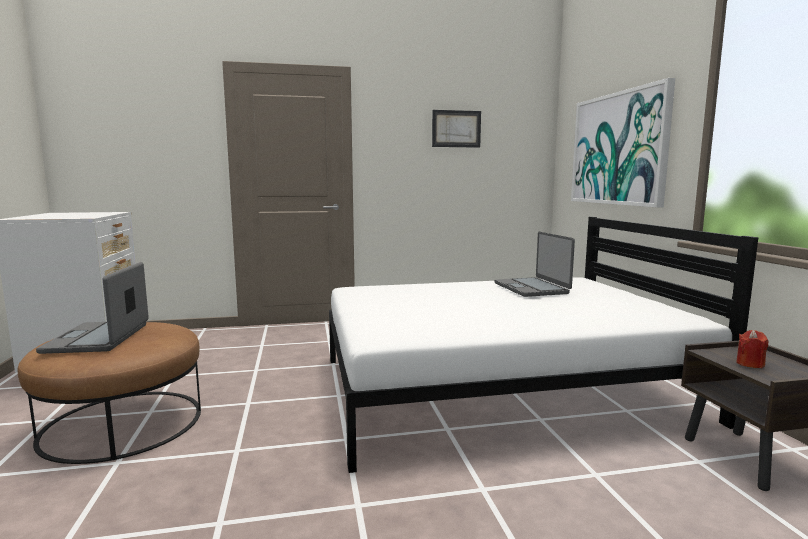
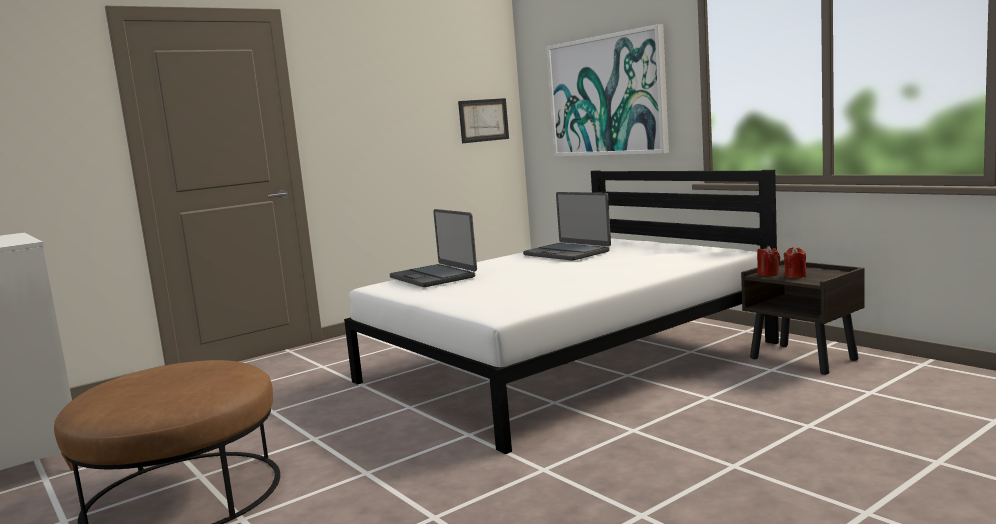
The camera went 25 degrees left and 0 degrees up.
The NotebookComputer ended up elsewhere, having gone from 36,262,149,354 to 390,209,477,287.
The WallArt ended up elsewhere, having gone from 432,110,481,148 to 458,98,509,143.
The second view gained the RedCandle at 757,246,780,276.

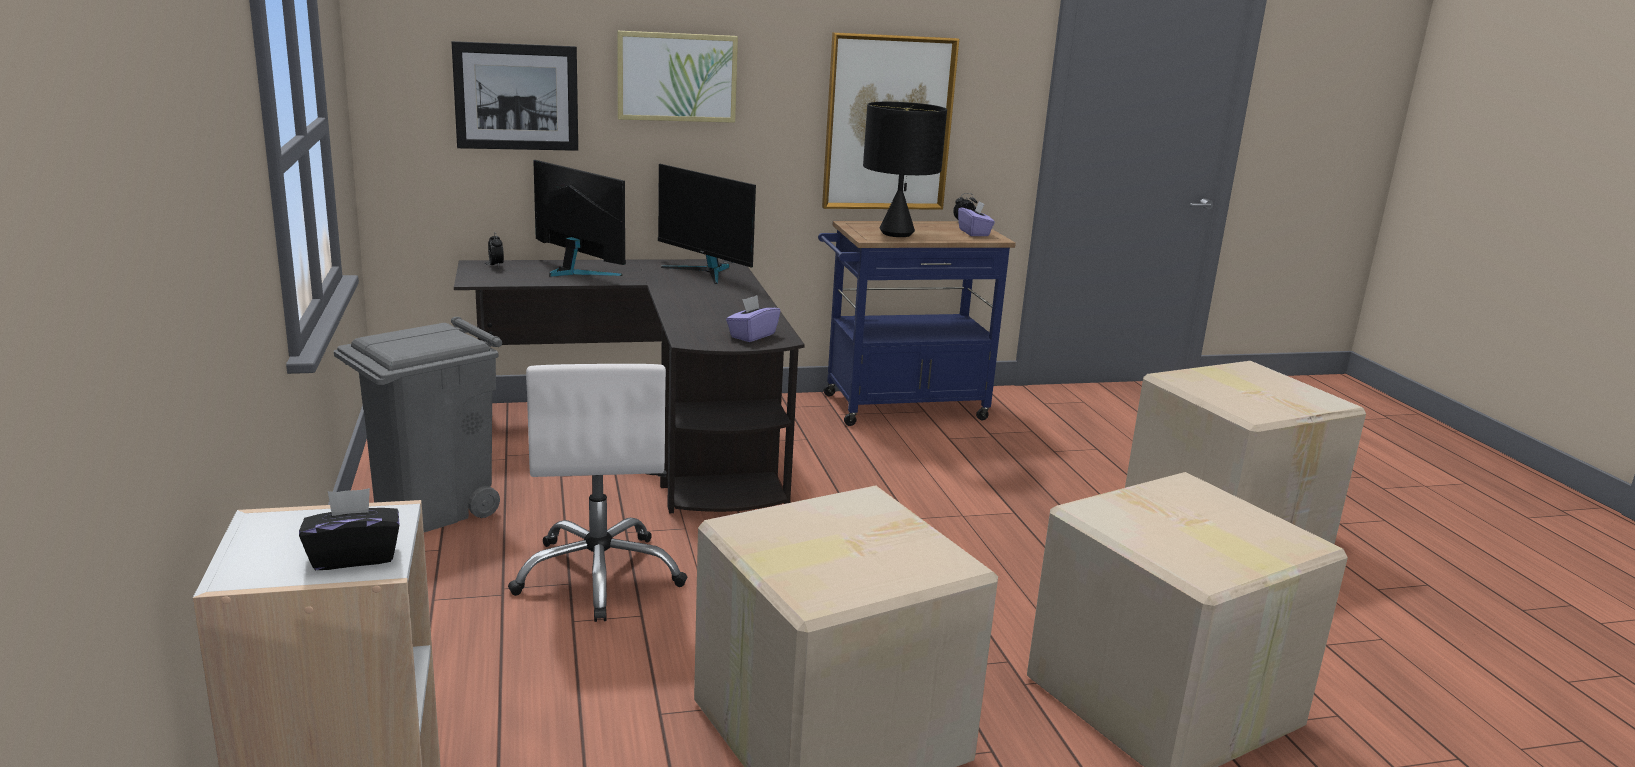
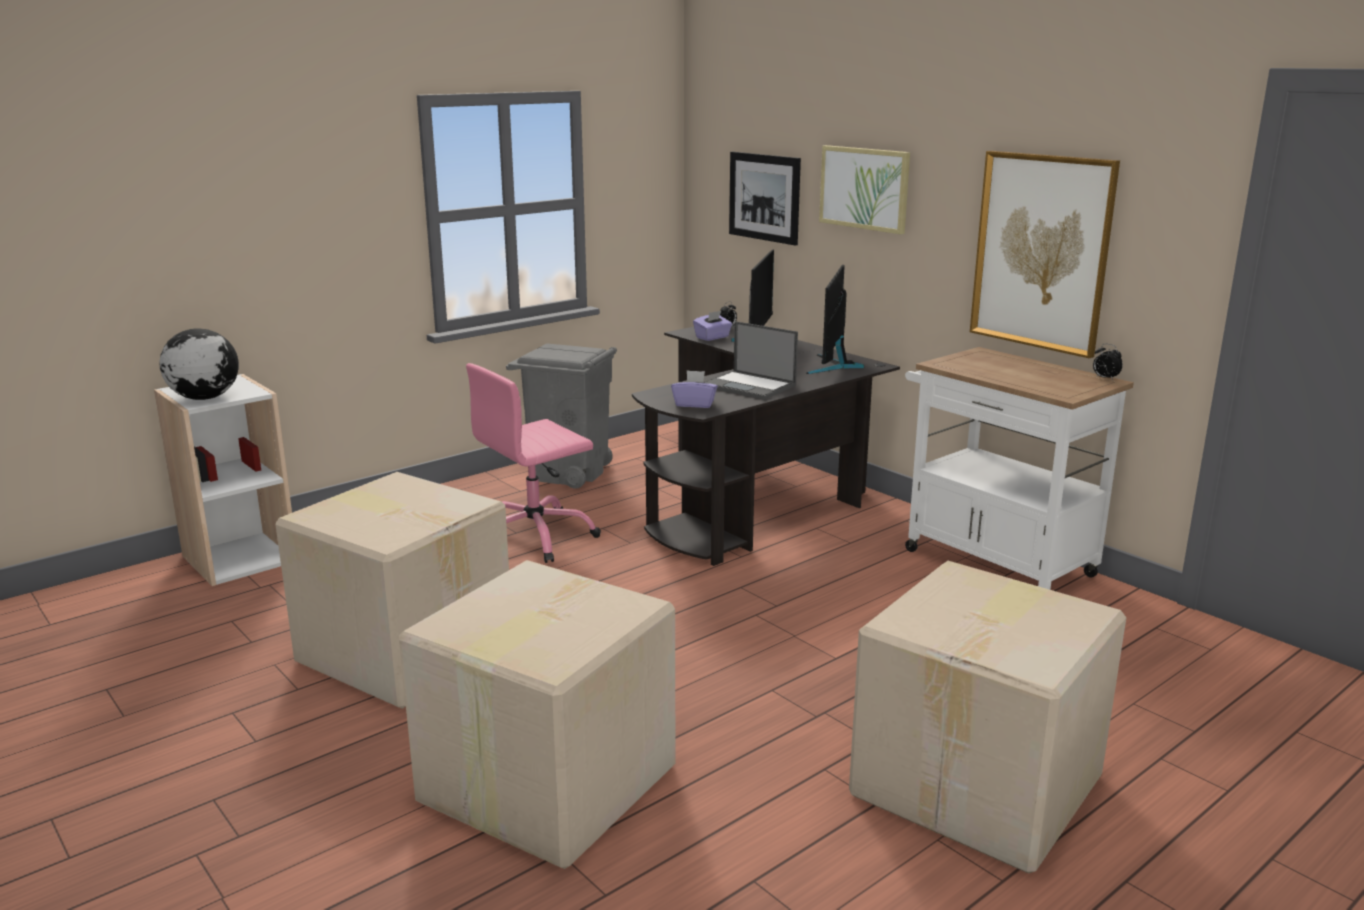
The camera went 65 degrees right and 0 degrees up.
Where the BlackColouredTissueBox stood at 299,488,399,570, the DeskGlobe came to stand at 159,328,239,400.
What was the WhitishComputerChair at 508,364,687,622 turned into the PinkComputerChair at 466,363,601,563.
The PurplishTissueBox ended up elsewhere, having gone from 958,201,995,236 to 693,311,732,341.
The second view gained the NotebookComputer at 703,321,798,400.
What was the BluishTrolley at 818,221,1016,426 turned into the WhitishTrolley at 905,347,1134,590.
The second view lost the BlackColouredTableLamp at 863,102,947,237.

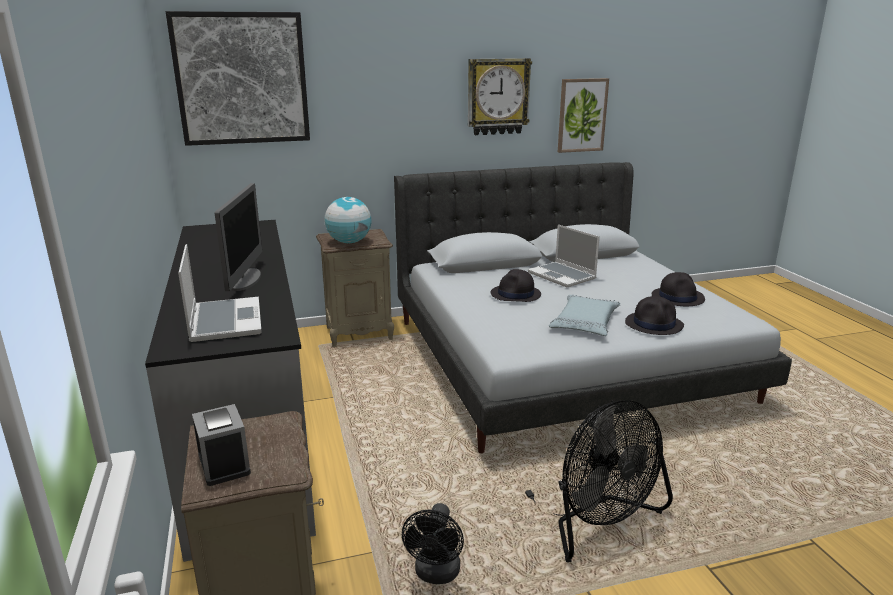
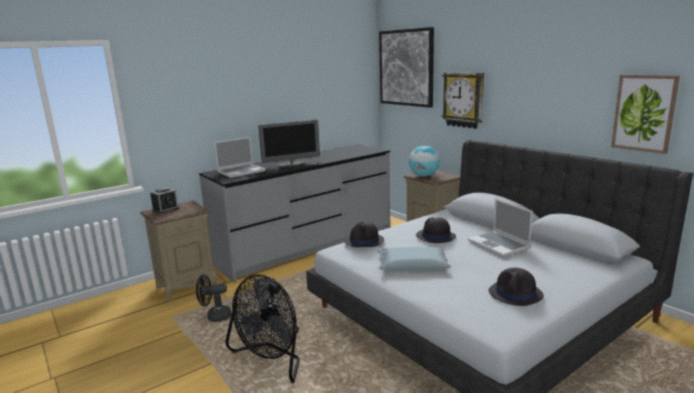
The camera went 70 degrees right and 5 degrees down.
The BlackColouredHat ended up elsewhere, having gone from 625,296,684,335 to 344,221,384,247.
The WallClock ended up elsewhere, having gone from 468,58,532,135 to 442,73,484,129.
The NotebookComputer at 528,224,600,287 ended up facing another way, 60 degrees counterclockwise from before.

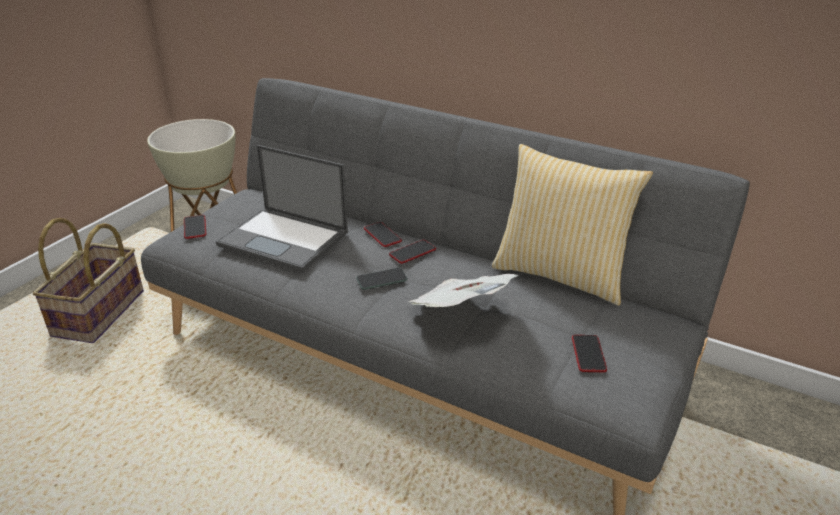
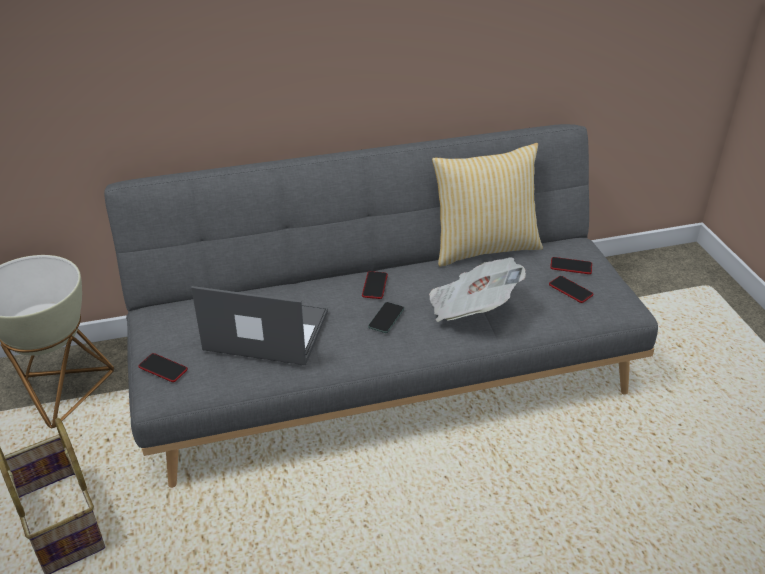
The camera went 45 degrees left and 5 degrees up.
The NotebookComputer at 216,145,348,272 ended up facing another way, 150 degrees counterclockwise from before.
The Phone ended up elsewhere, having gone from 364,222,402,247 to 550,257,592,274.

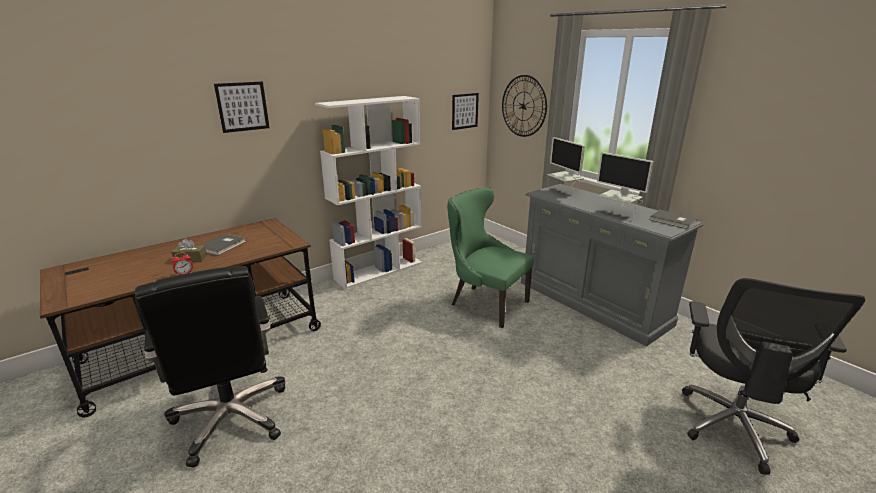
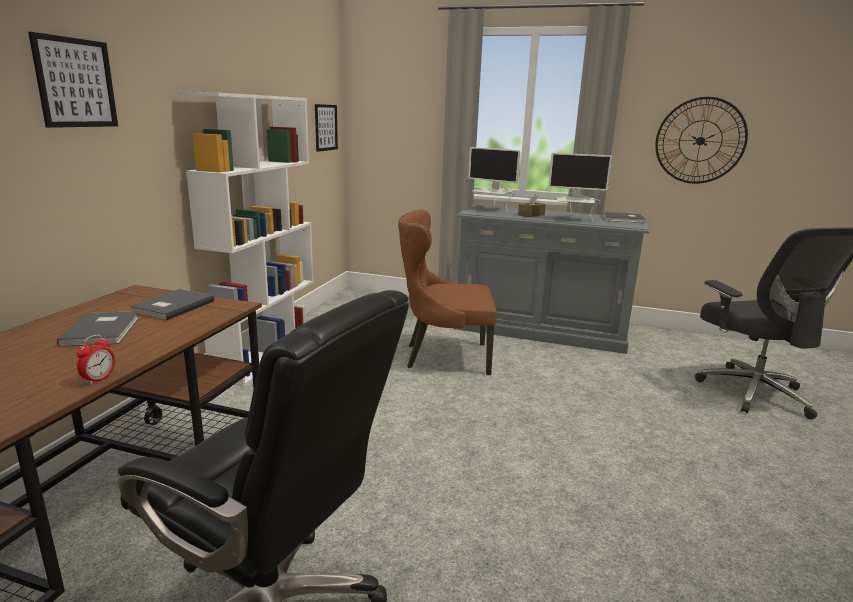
The camera went 35 degrees left and 5 degrees down.
The second view gained the GrayVolume at 130,289,214,321.
What was the GreenChair at 447,188,534,328 turned into the BrownishChair at 398,210,497,375.
The BrownishTissueBox ended up elsewhere, having gone from 171,238,207,262 to 518,193,546,217.
The WallClock ended up elsewhere, having gone from 502,75,547,137 to 655,97,748,184.

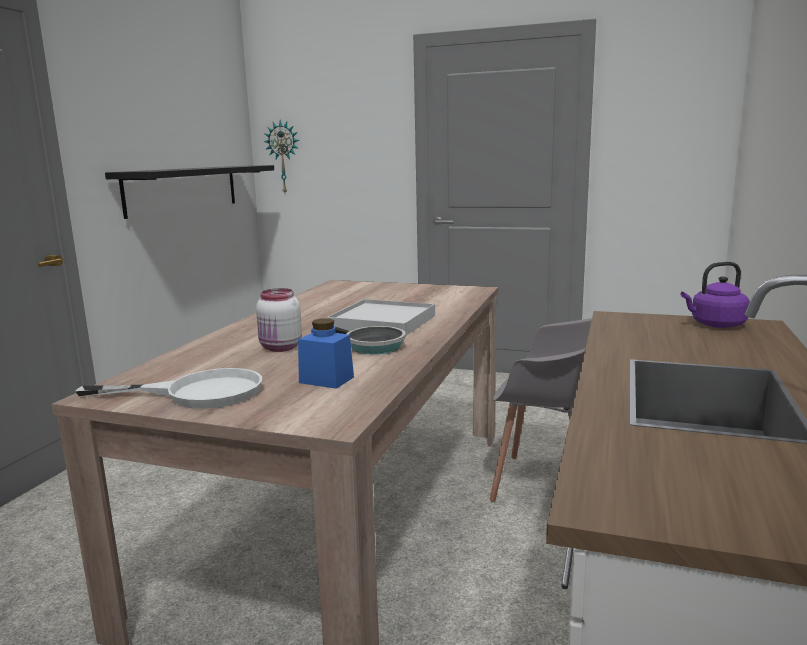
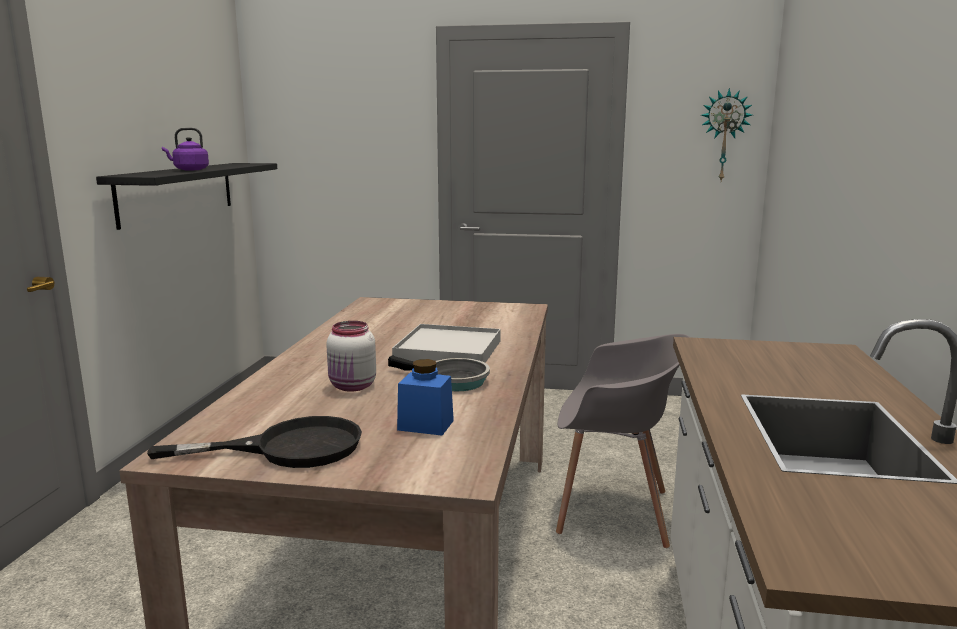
The camera went 10 degrees left and 0 degrees up.
What was the WhitishPan at 75,368,262,409 turned into the BlackColouredPan at 147,416,362,468.
The PurplishTeaKettle ended up elsewhere, having gone from 681,262,750,328 to 162,128,209,170.
The WallClock ended up elsewhere, having gone from 264,120,300,193 to 701,88,752,181.

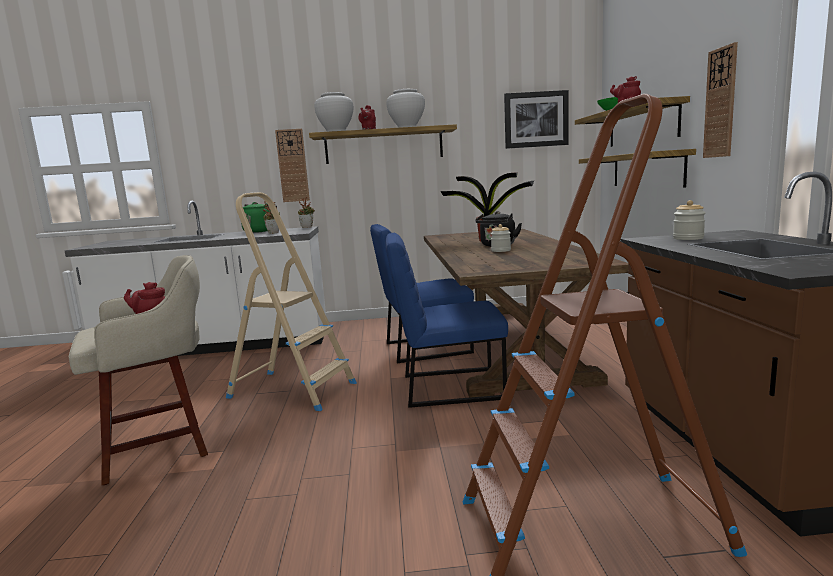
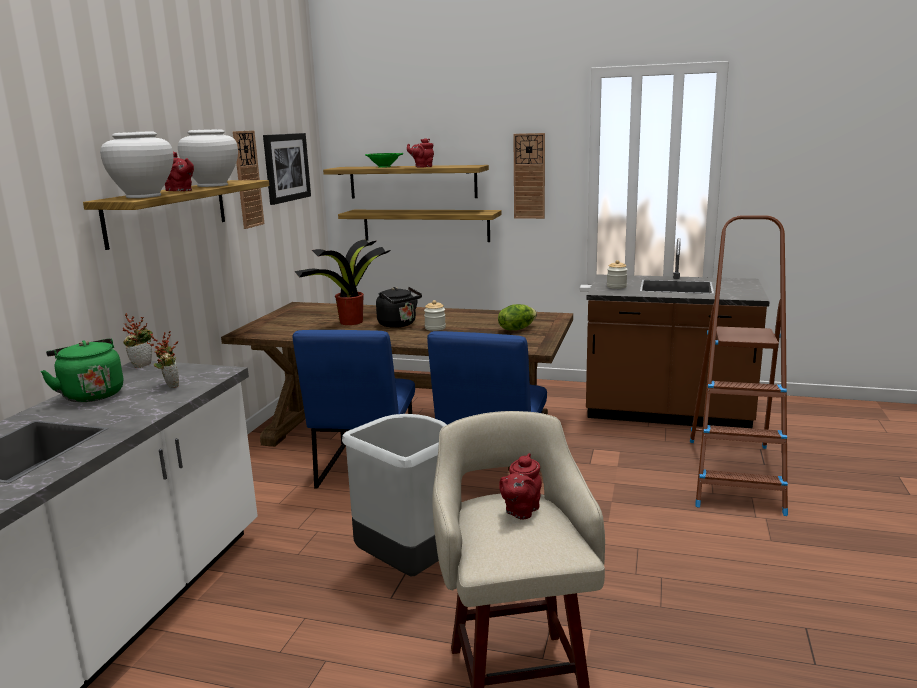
The camera went 70 degrees left and 5 degrees up.
The WallClock ended up elsewhere, having gone from 275,129,310,202 to 233,131,264,229.
Where the BeigeStepladder stood at 226,192,357,411, the GrayRubbishBin came to stand at 342,414,447,576.
The second view gained the HeadOfLettuce at 498,304,537,330.

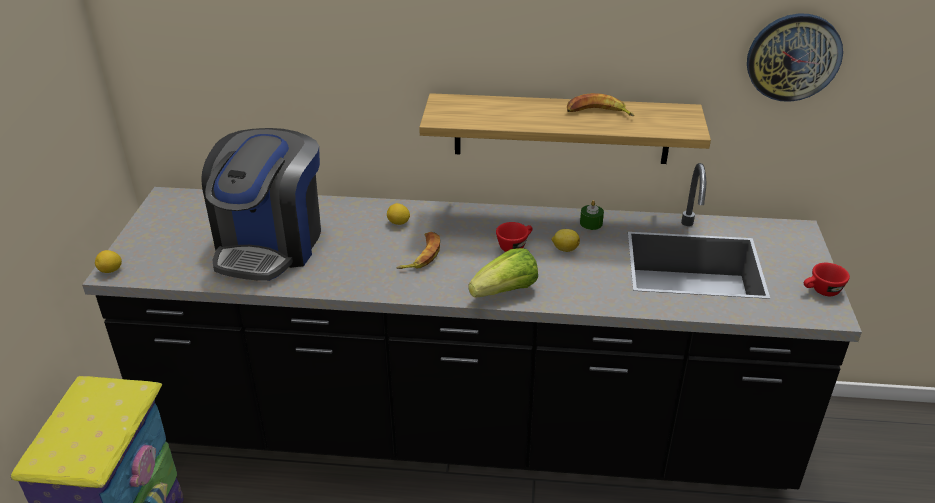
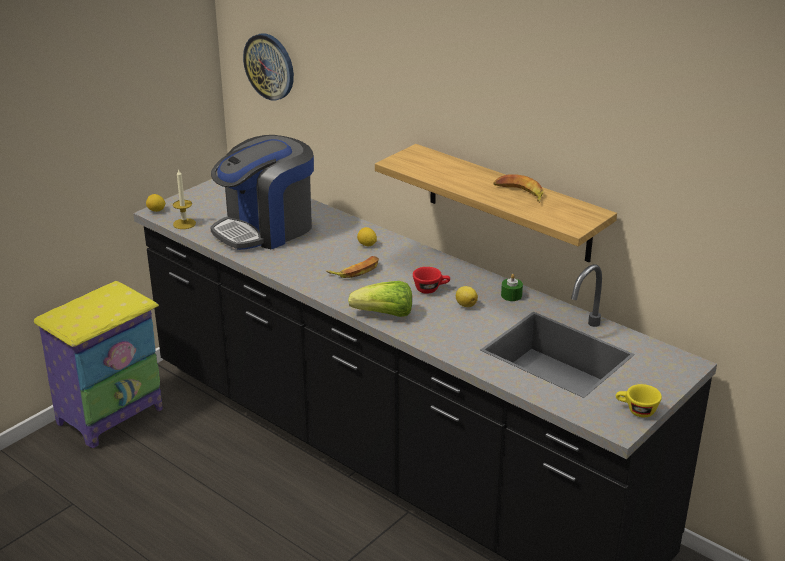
The camera went 35 degrees right and 5 degrees down.
The second view gained the Candle at 173,168,196,229.
The WallClock ended up elsewhere, having gone from 747,13,843,102 to 243,33,294,101.
What was the RedSmallCup at 804,263,850,296 turned into the YellowSmallCup at 616,384,662,417.

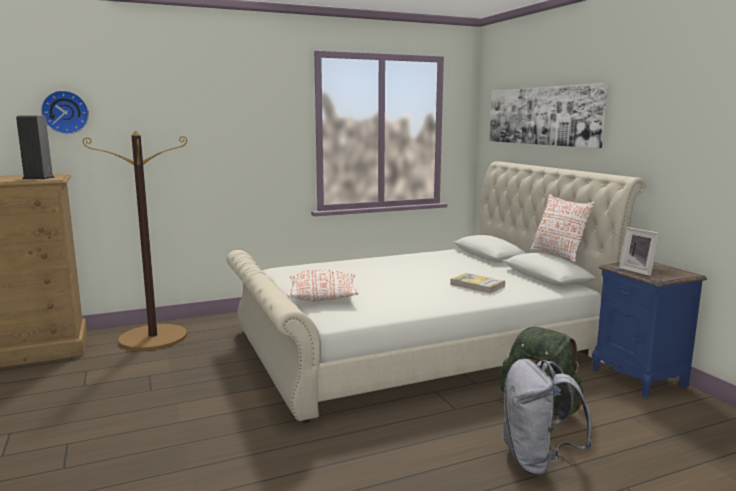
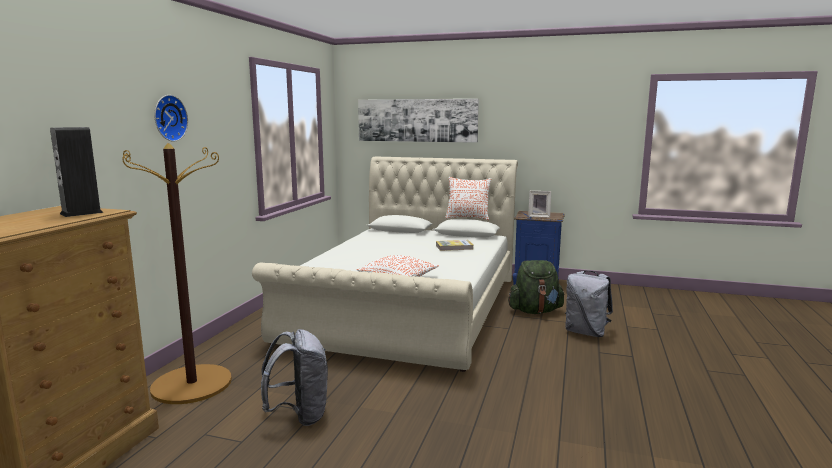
The camera went 50 degrees left and 0 degrees up.
The WallClock ended up elsewhere, having gone from 41,90,89,134 to 154,95,188,142.
The second view gained the GrayBackpack at 261,329,328,426.

